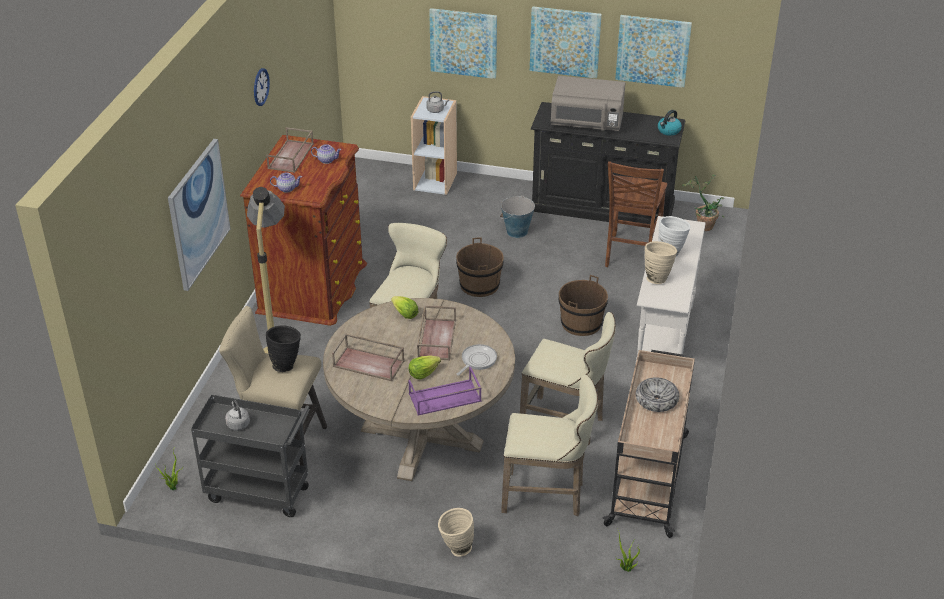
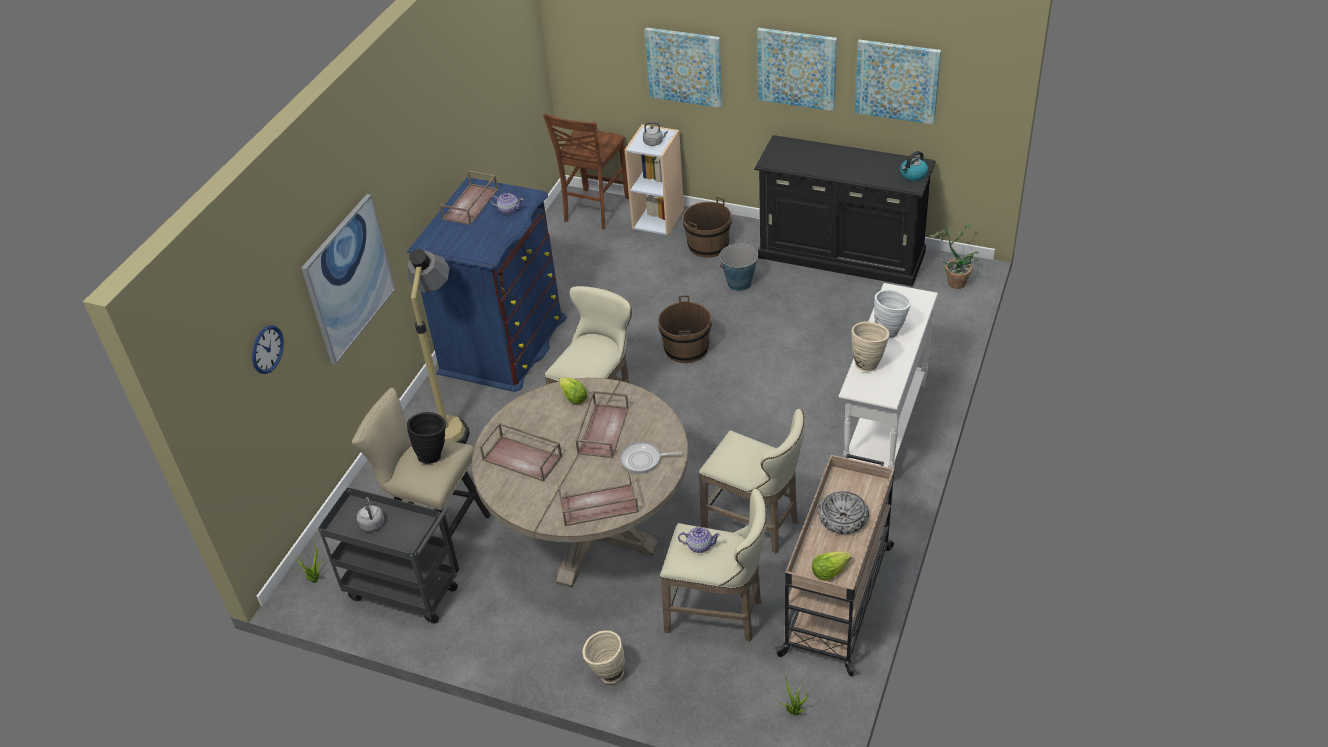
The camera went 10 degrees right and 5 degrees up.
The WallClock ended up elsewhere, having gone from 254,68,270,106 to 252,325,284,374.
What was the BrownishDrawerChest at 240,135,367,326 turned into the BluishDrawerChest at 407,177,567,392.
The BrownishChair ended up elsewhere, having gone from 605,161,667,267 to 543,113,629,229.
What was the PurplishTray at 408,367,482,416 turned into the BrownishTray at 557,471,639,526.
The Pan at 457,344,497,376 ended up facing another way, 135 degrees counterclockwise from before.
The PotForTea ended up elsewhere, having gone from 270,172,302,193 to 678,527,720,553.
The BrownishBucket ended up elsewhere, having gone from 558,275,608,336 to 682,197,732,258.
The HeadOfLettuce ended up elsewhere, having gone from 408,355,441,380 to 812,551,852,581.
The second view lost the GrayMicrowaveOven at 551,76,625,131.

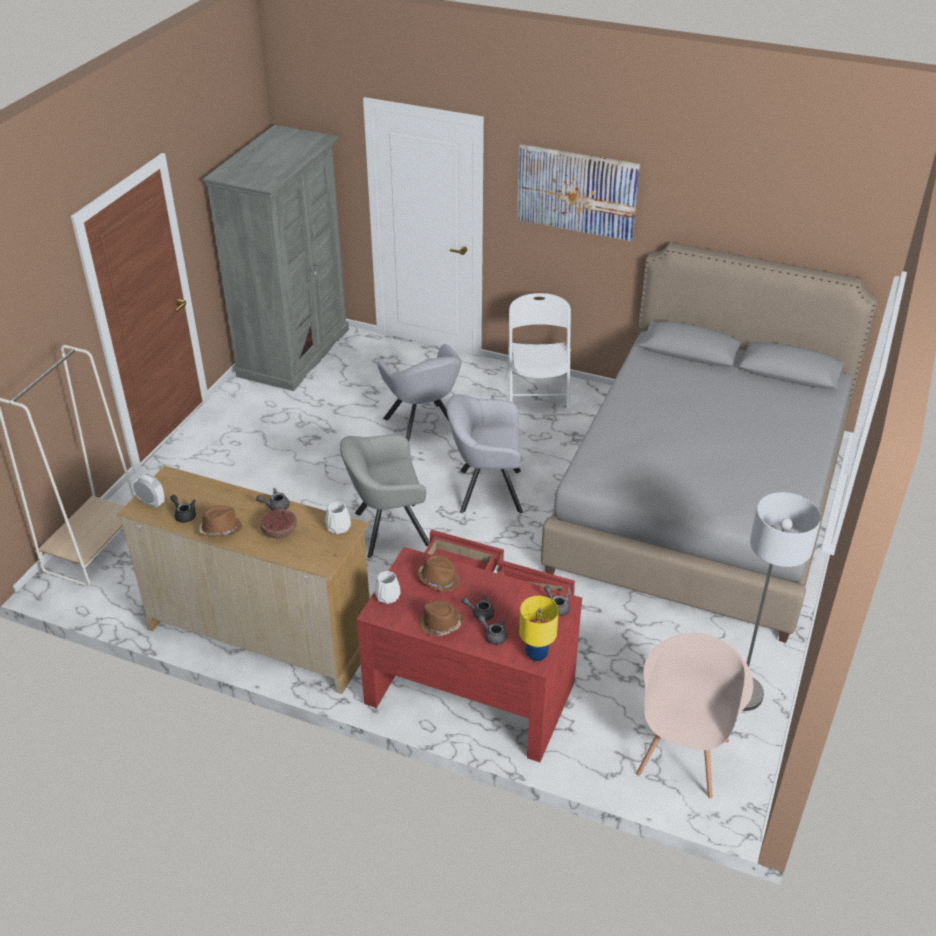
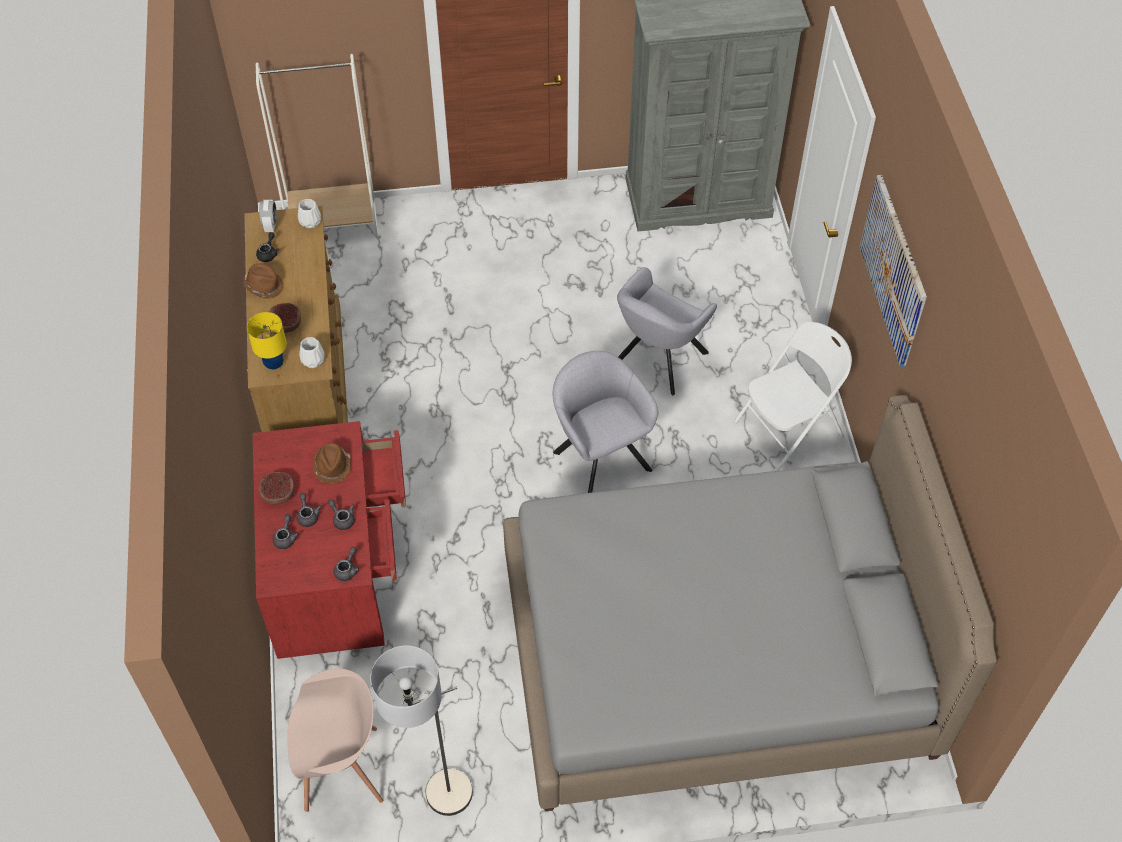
The camera went 60 degrees right and 15 degrees up.
The YellowTableLamp ended up elsewhere, having gone from 519,596,559,661 to 247,312,287,369.
Where the BrownishHat stood at 419,600,463,636, the DeepDish came to stand at 259,472,294,504.
The WhitishFlowerVase ended up elsewhere, having gone from 375,571,401,604 to 298,199,321,228.
The GrayPotForTea ended up elsewhere, having gone from 256,488,290,510 to 328,499,355,530.
The second view lost the GrayEasyChair at 340,434,430,558.

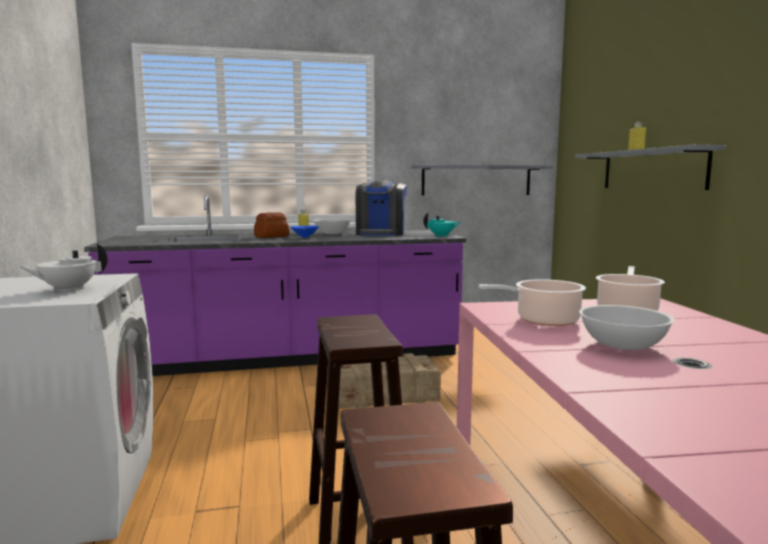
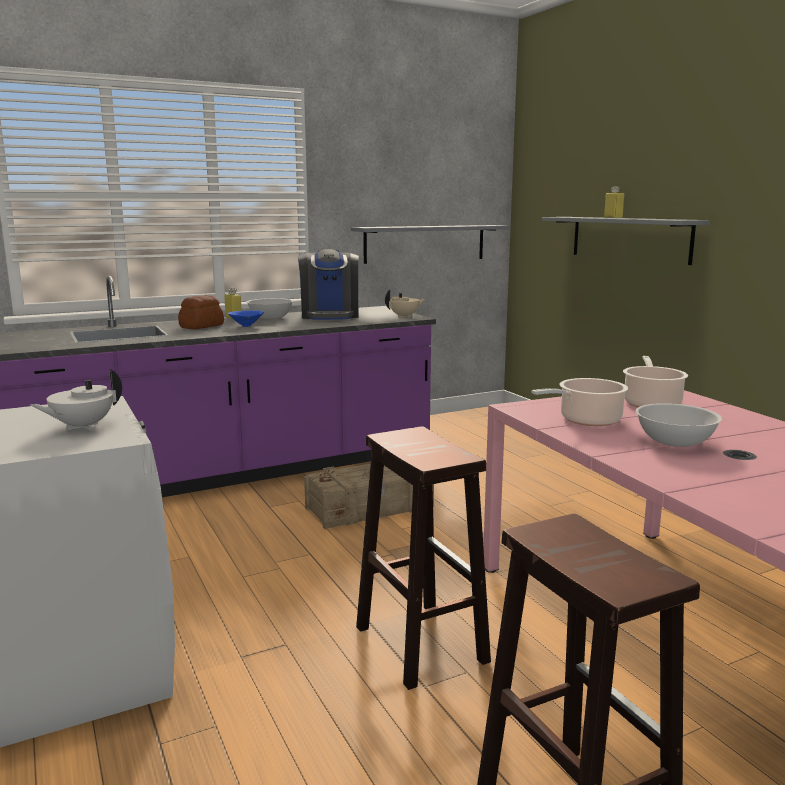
The camera went 15 degrees left and 5 degrees up.
What was the TurquoiseColouredPotForTea at 423,213,461,237 turned into the BeigePotForTea at 385,290,425,318.

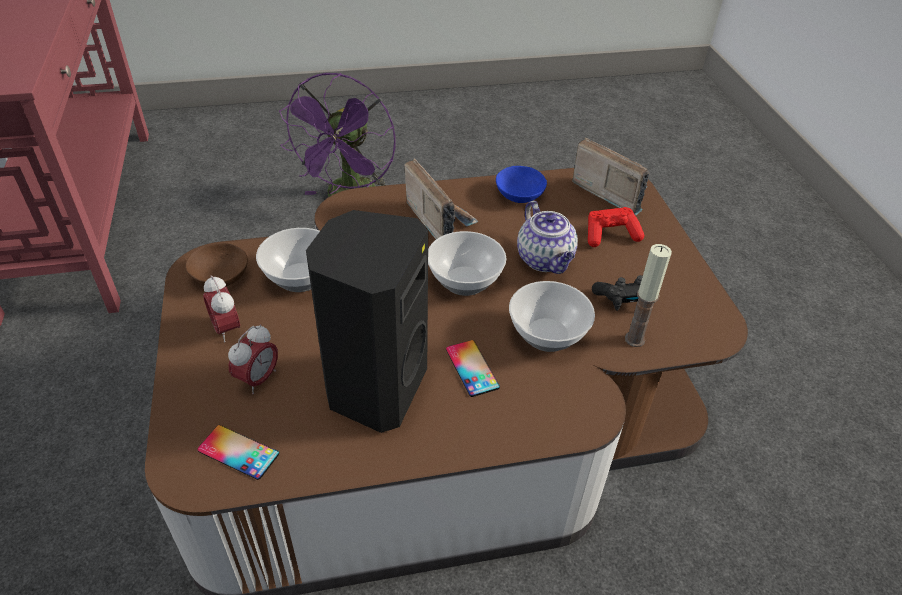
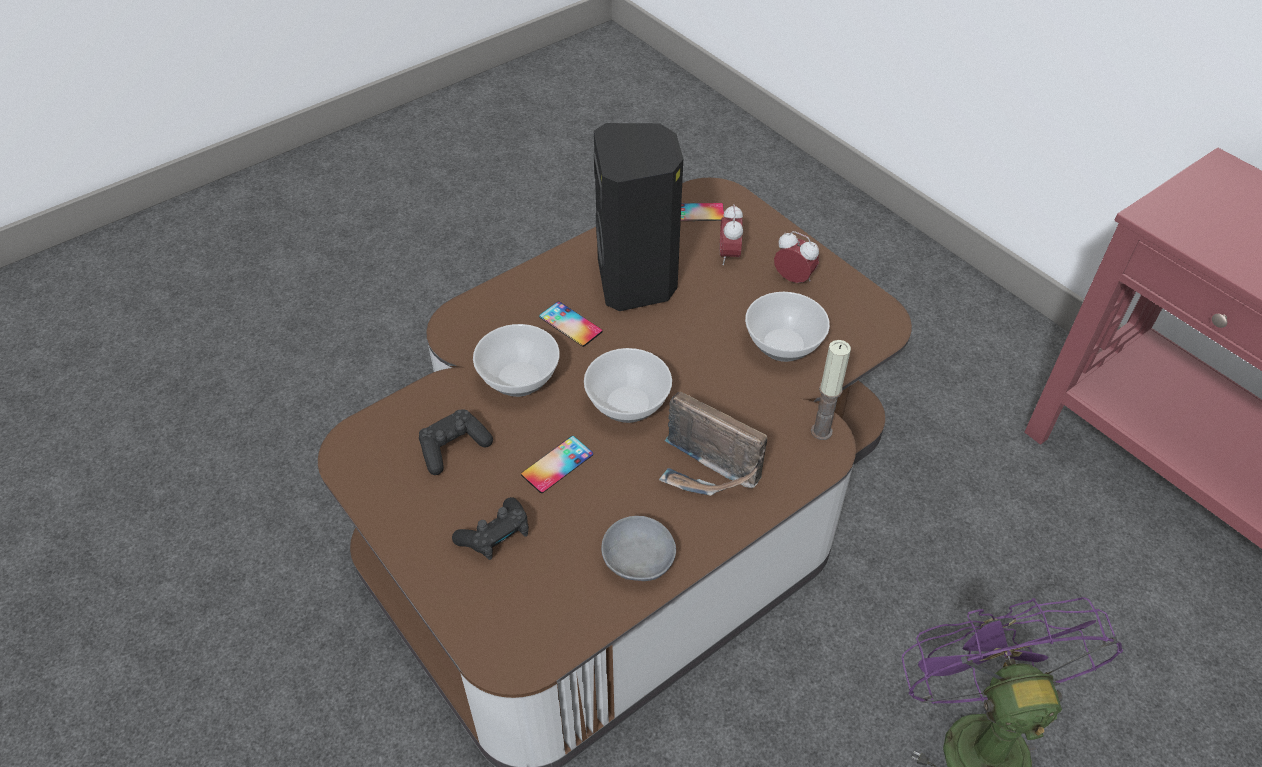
The camera went 155 degrees right and 5 degrees up.
What was the RedJoypad at 588,207,644,247 turned into the BlackColouredJoypad at 452,497,529,560.
Where the PotForTea stood at 517,201,578,274, the Phone came to stand at 521,436,593,493.
What was the BluishDeepDish at 496,166,547,203 turned into the GrayDeepDish at 601,516,676,581.
The Candle ended up elsewhere, having gone from 625,244,672,347 to 811,340,851,440.
The second view lost the BrownishDeepDish at 186,243,248,286.
The second view lost the RadioReceiver at 572,138,649,216.

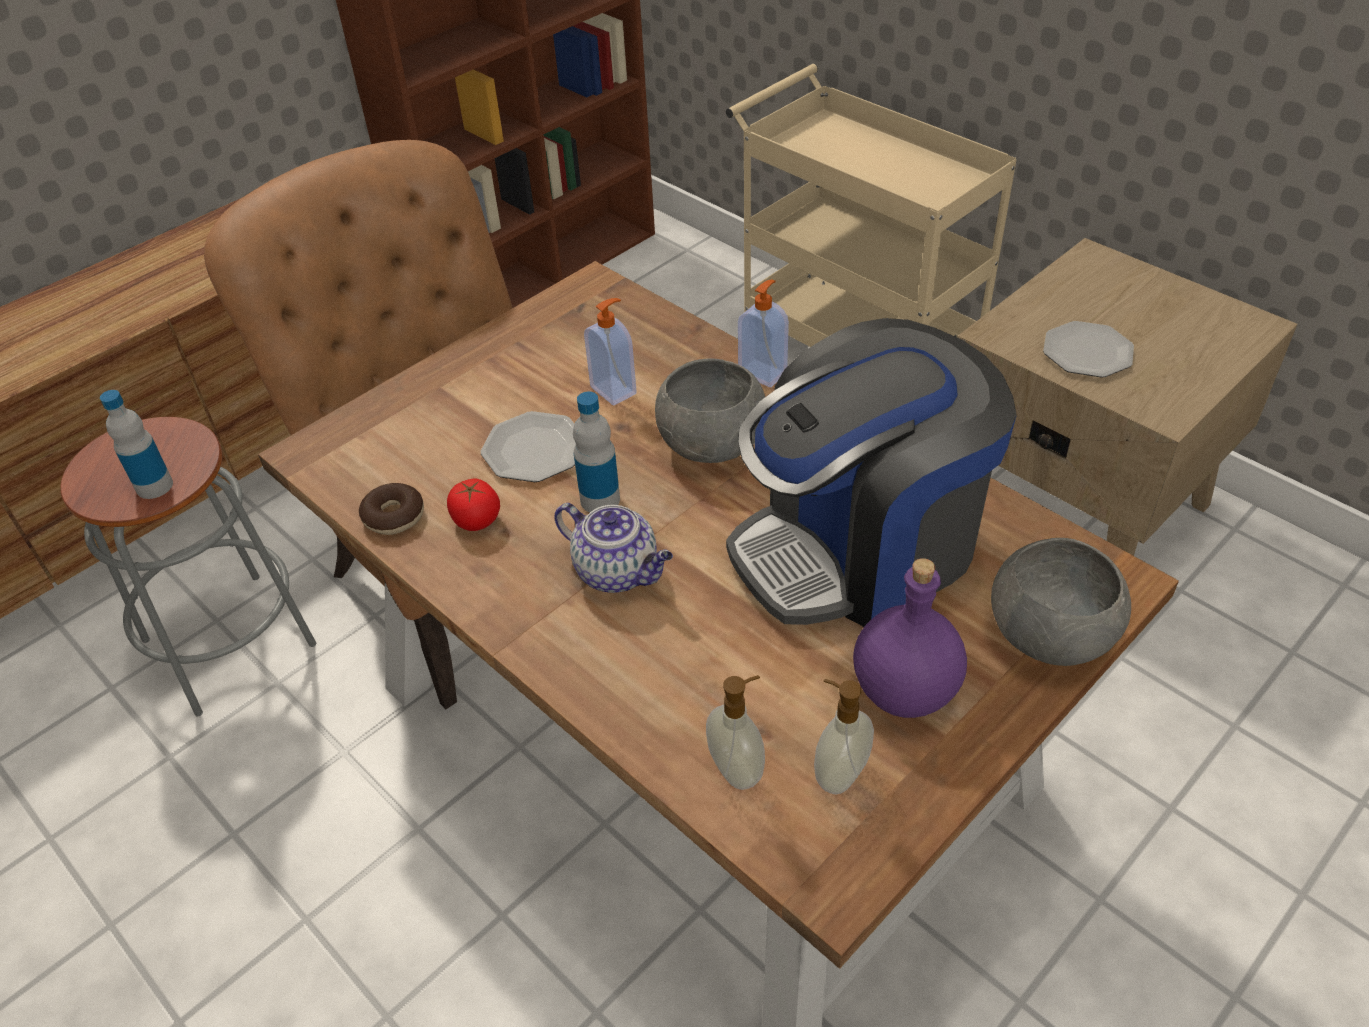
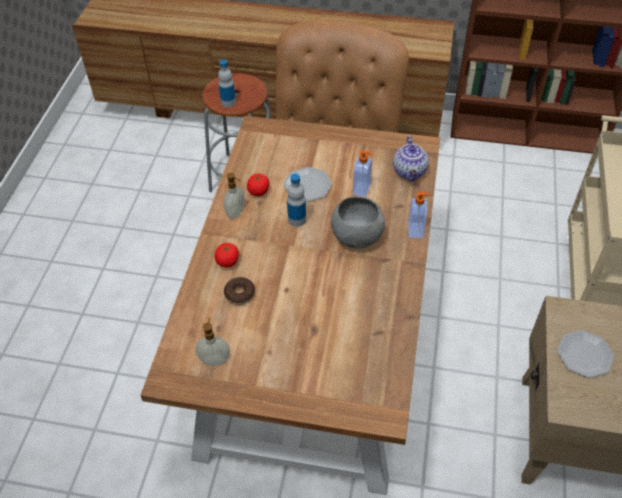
The camera went 55 degrees right and 5 degrees up.
The second view gained the Tomato at 215,243,239,267.
The LiquidSoapBottle ended up elsewhere, having gone from 706,675,765,790 to 223,173,245,219.
The RingDoughnut ended up elsewhere, having gone from 359,483,424,535 to 224,277,255,305.
The PotForTea ended up elsewhere, having gone from 554,503,673,593 to 393,136,429,182.
The second view lost the CoffeeBrewer at 726,318,1017,627.
The second view lost the PurplishBeverageBottle at 853,558,967,718.
The second view lost the GrayDeepDish at 991,538,1131,666.

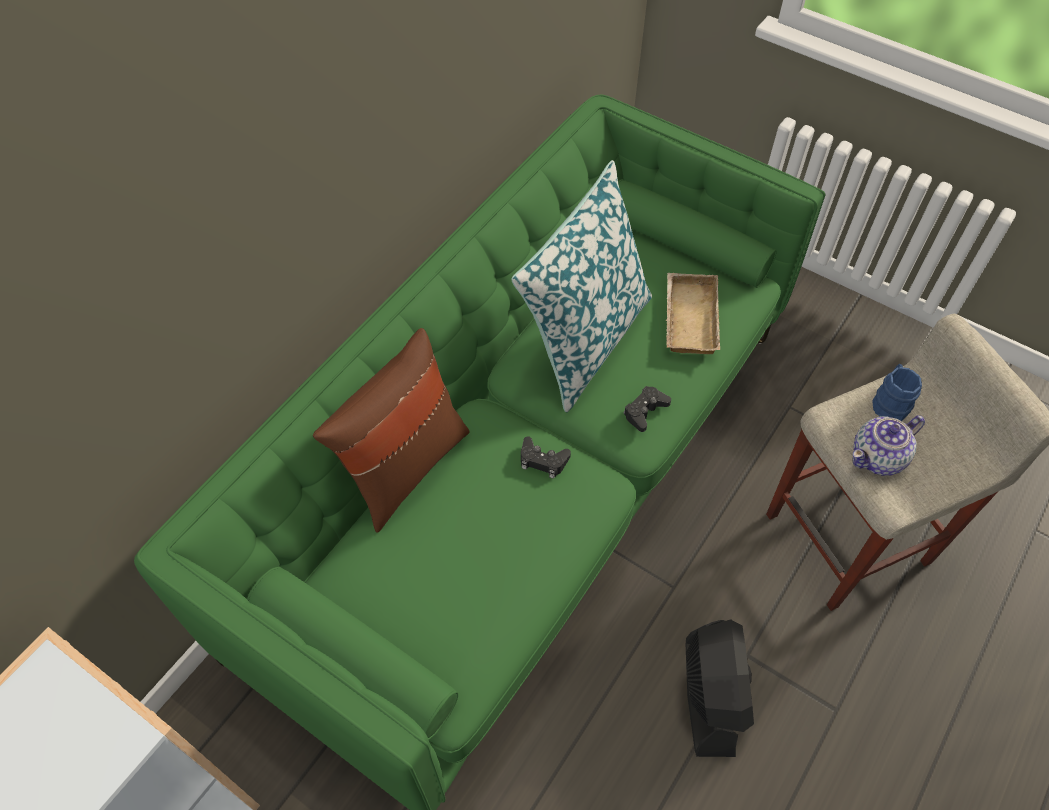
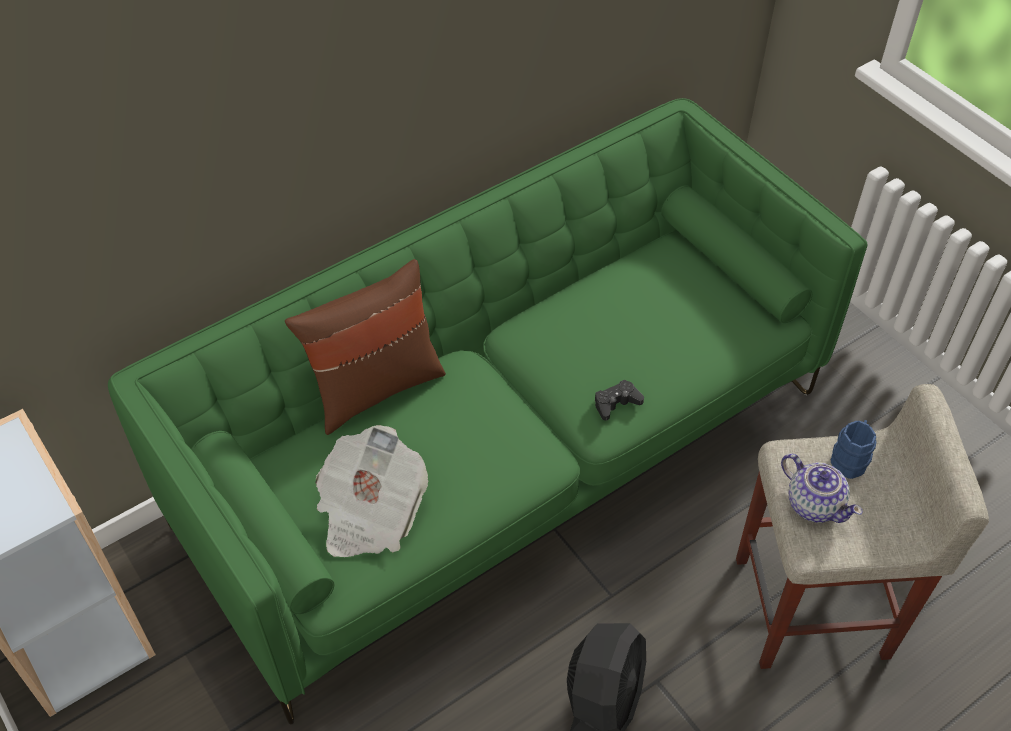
The camera went 20 degrees right and 5 degrees down.
The second view gained the DailyPaper at 315,425,428,557.
The PotForTea at 852,415,925,476 ended up facing another way, 120 degrees counterclockwise from before.
The second view lost the Pillow at 512,160,652,412.
The second view lost the BlackColouredJoypad at 521,436,571,479.
The second view lost the BeigeTray at 666,273,720,354.

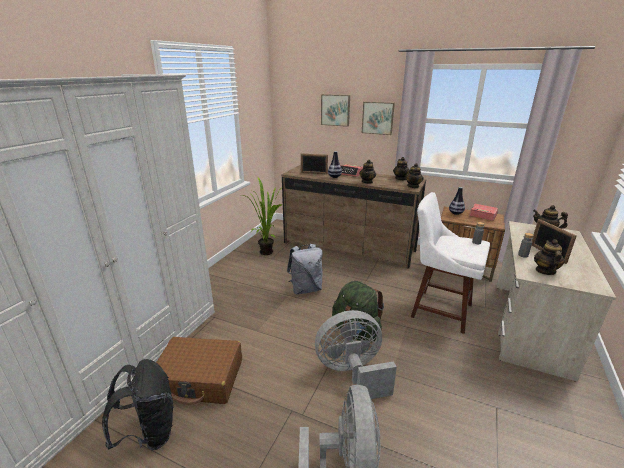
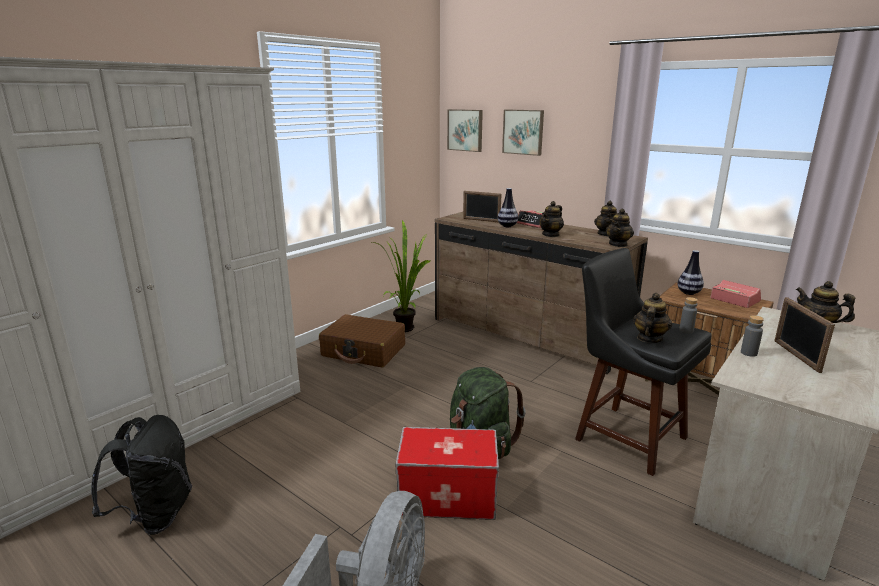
The camera went 15 degrees right and 5 degrees down.
The BrownishPieceOfLuggage ended up elsewhere, having gone from 156,337,242,405 to 319,314,405,367.
Where the GrayElectricFan stood at 315,310,397,399, the StorageBox came to stand at 396,427,499,520.
The WallArt ended up elsewhere, having gone from 362,102,395,135 to 447,109,483,152.
What was the WhitishSittingStool at 411,192,490,334 turned into the BlackColouredSittingStool at 575,248,712,476.
The PotForTea ended up elsewhere, having gone from 534,239,565,275 to 633,293,672,343.
The second view lost the GrayBackpack at 287,244,323,295.

